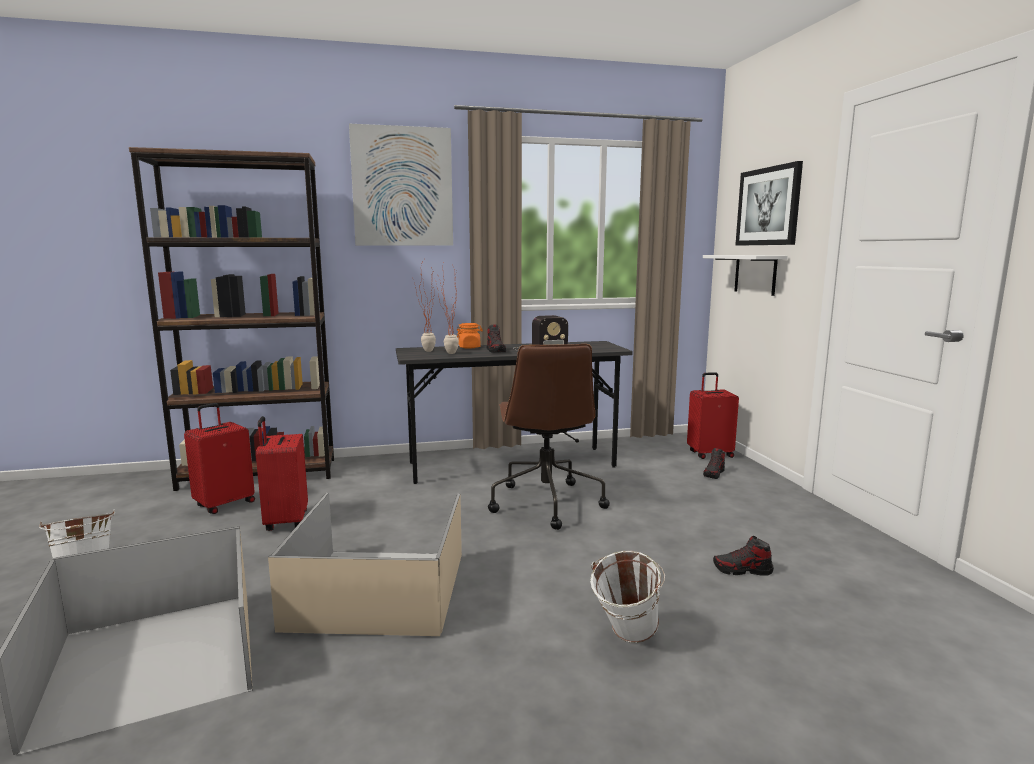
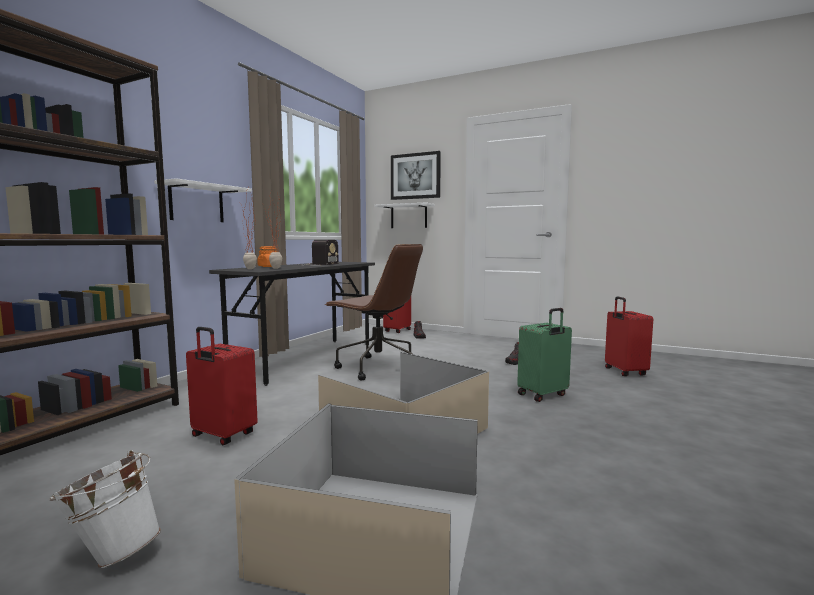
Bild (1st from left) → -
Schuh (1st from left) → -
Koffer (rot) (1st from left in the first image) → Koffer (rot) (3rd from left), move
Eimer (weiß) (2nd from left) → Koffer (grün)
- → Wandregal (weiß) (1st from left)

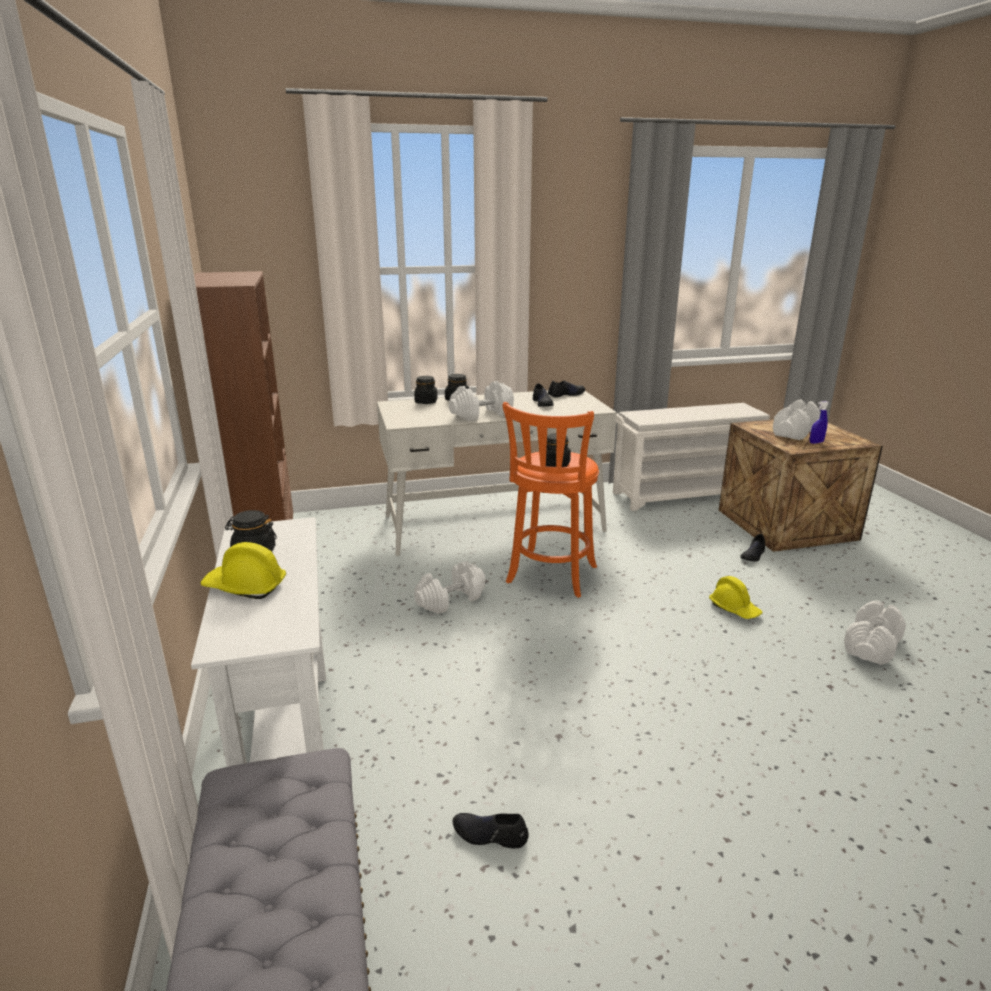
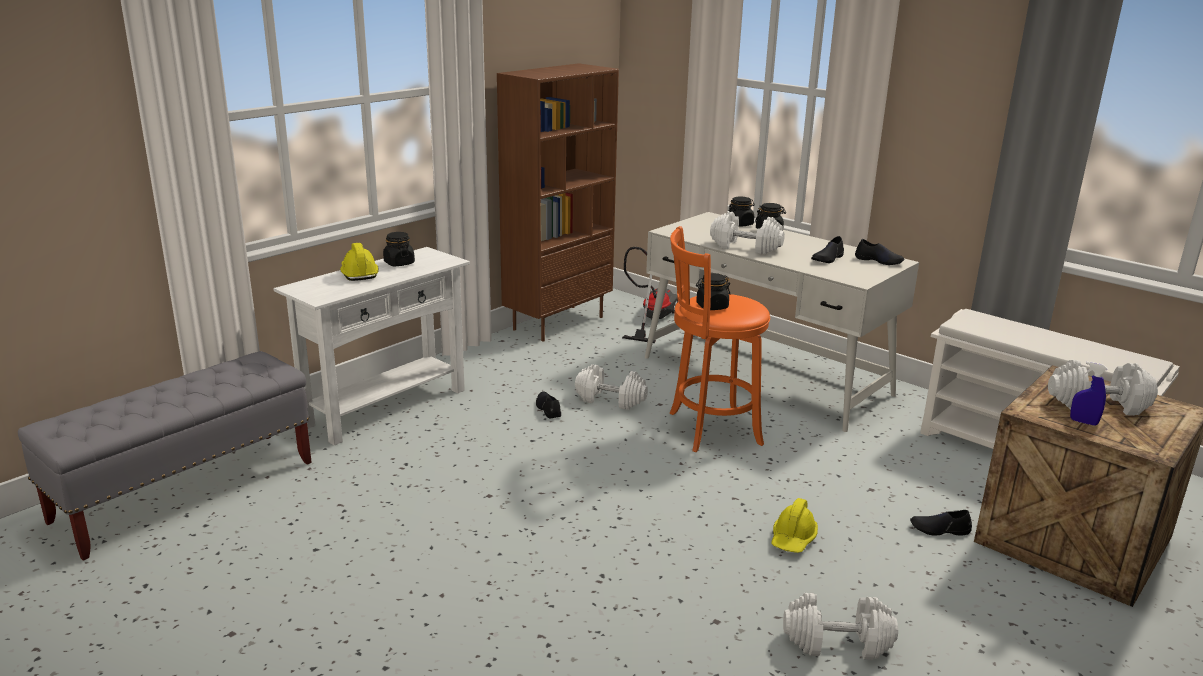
Schuh (schwarz) (1st from left), move
- → Staubsauger

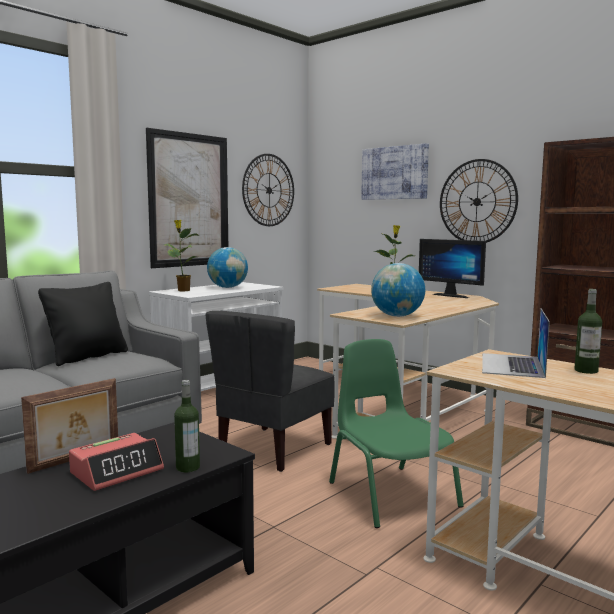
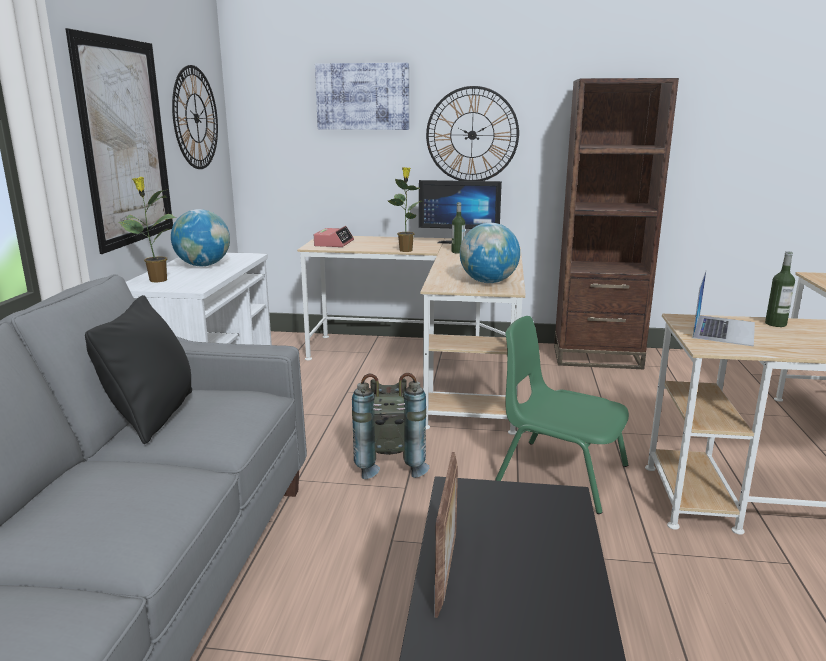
Laptop, 135 degrees counterclockwise
Stuhl (grau) → Rucksack (grau)
Flasche (1st from left), move
Wecker, move

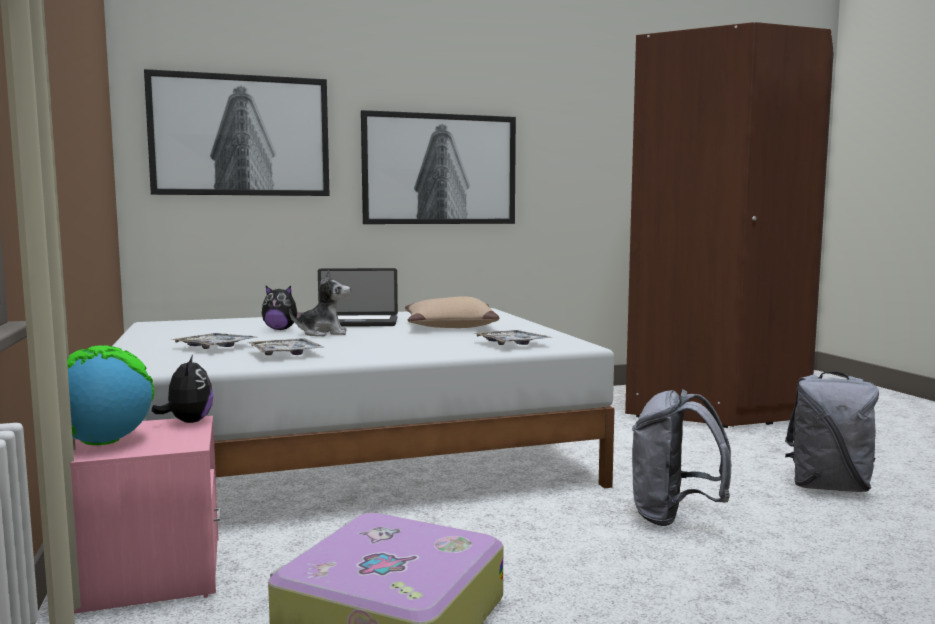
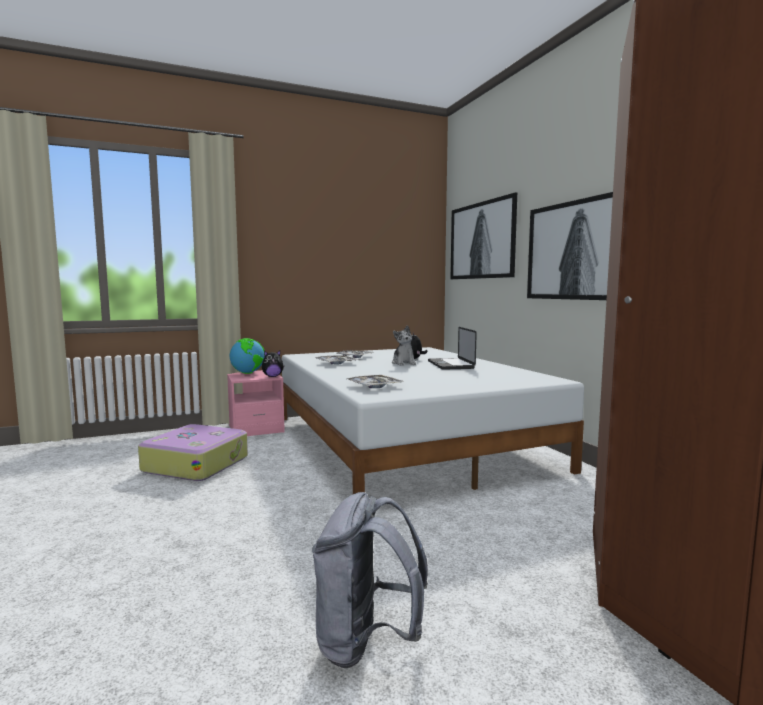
Kissen (beige) → -
Rucksack (grau) (1st from left) → -

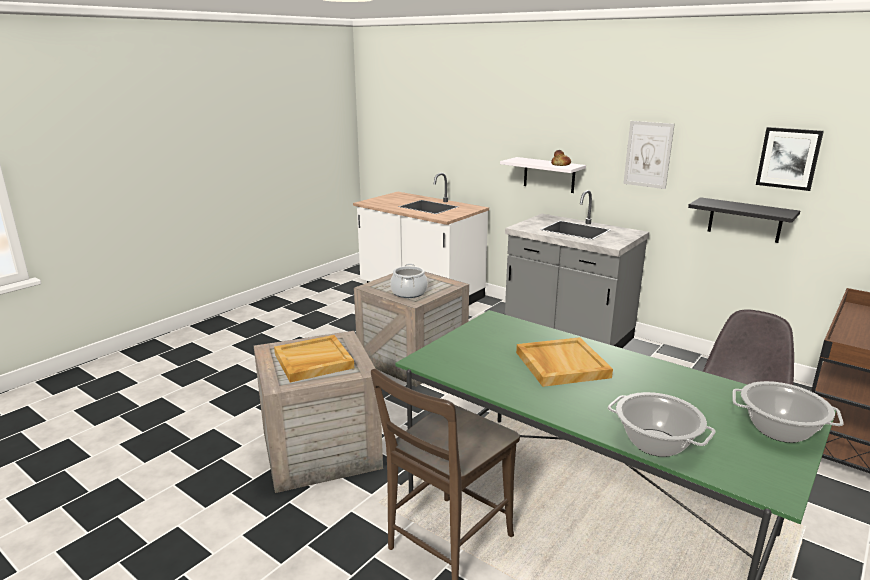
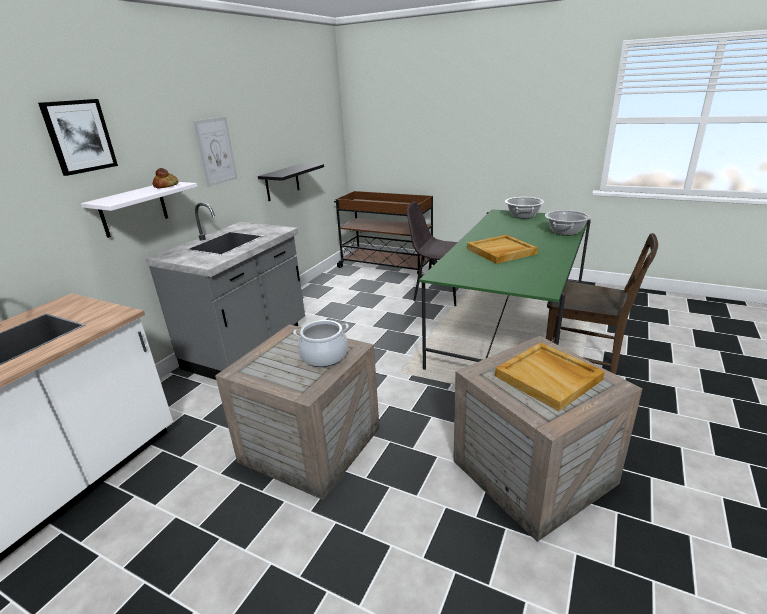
Bild (2nd from left in the first image) → Bild (1st from left), move

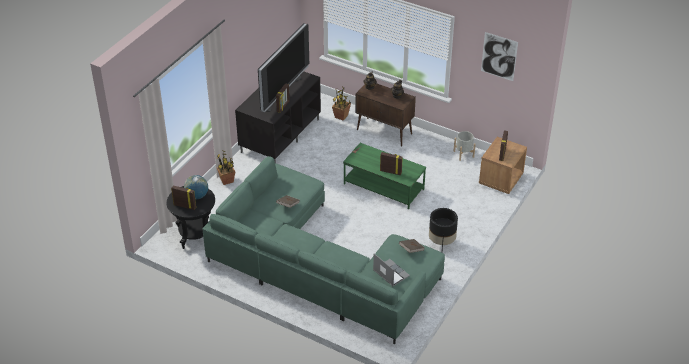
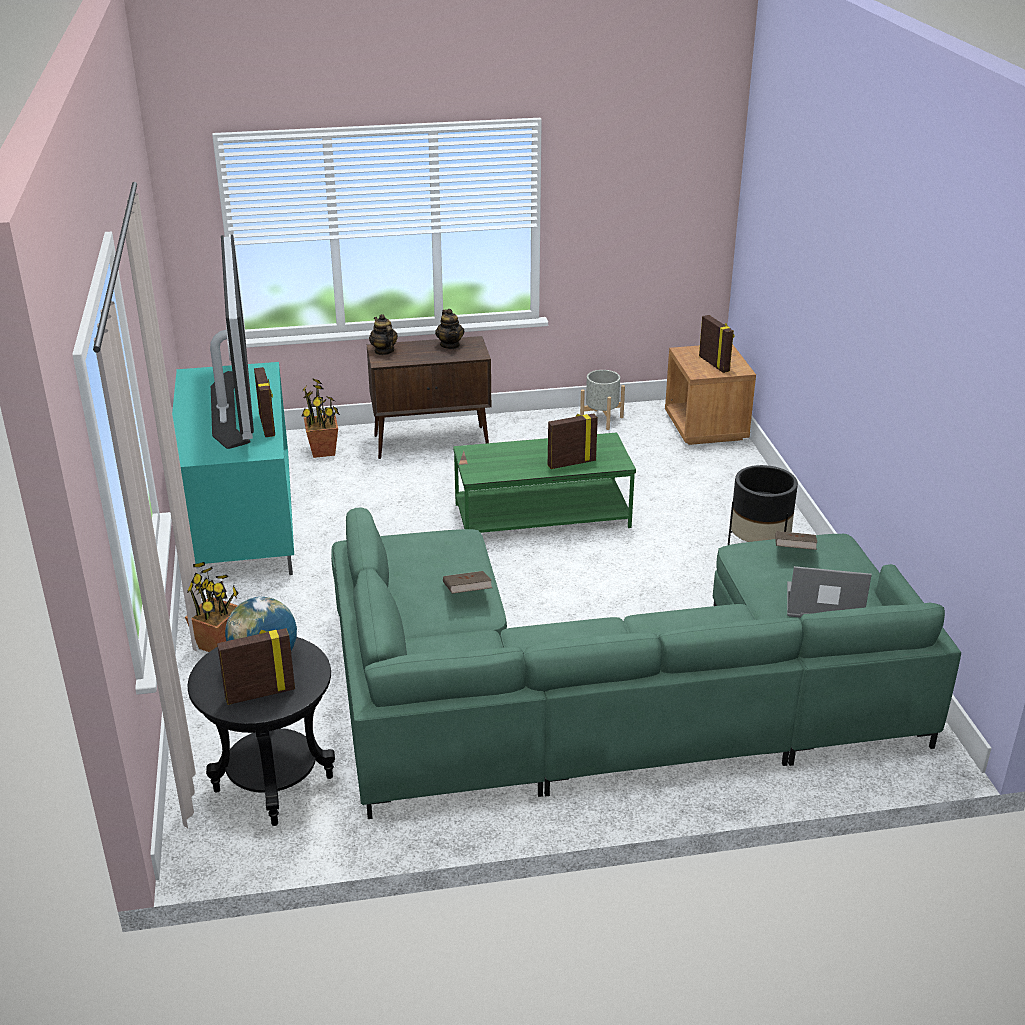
Bild → -
Fernsehschrank (schwarz) → Fernsehschrank (türkis)

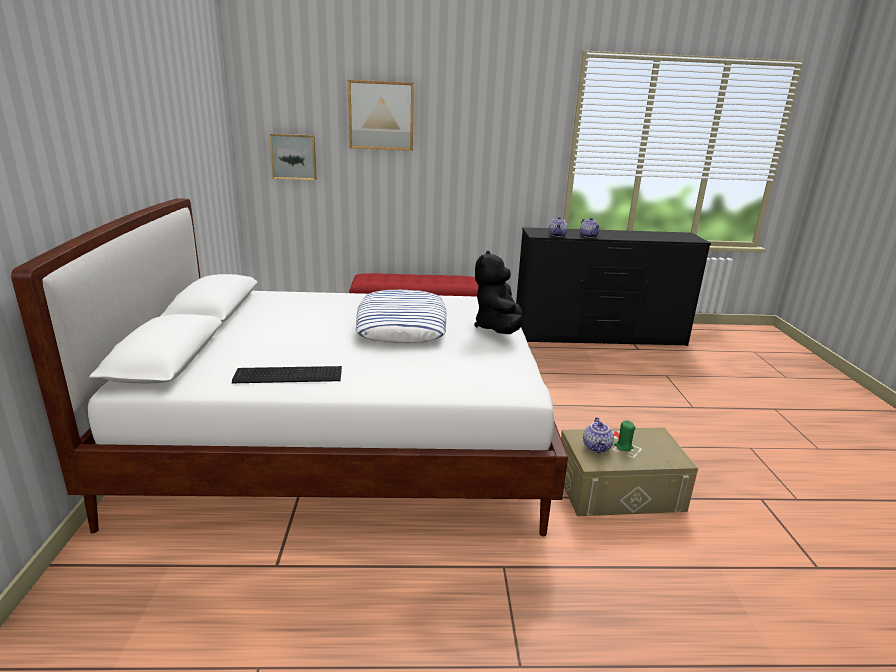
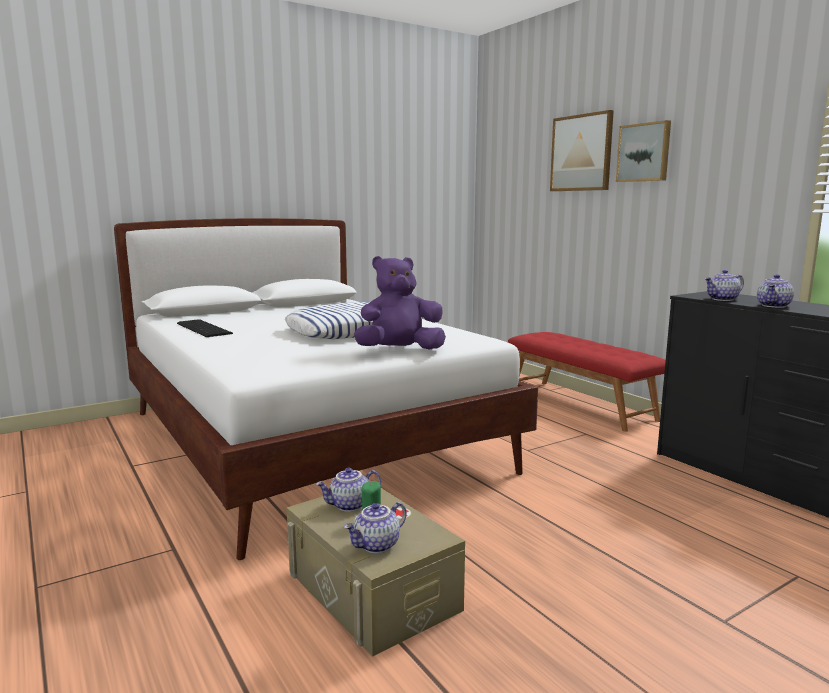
Bild (1st from left in the first image) → Bild (2nd from left), move
Plüschtier (schwarz) → Plüschtier (lila)
- → Teekanne (2nd from left)

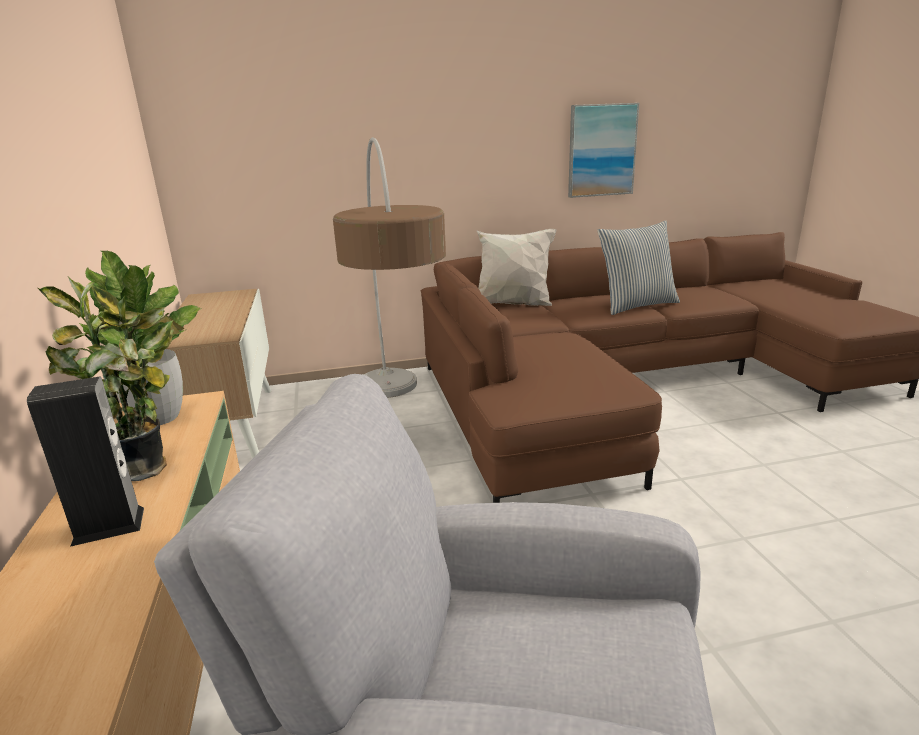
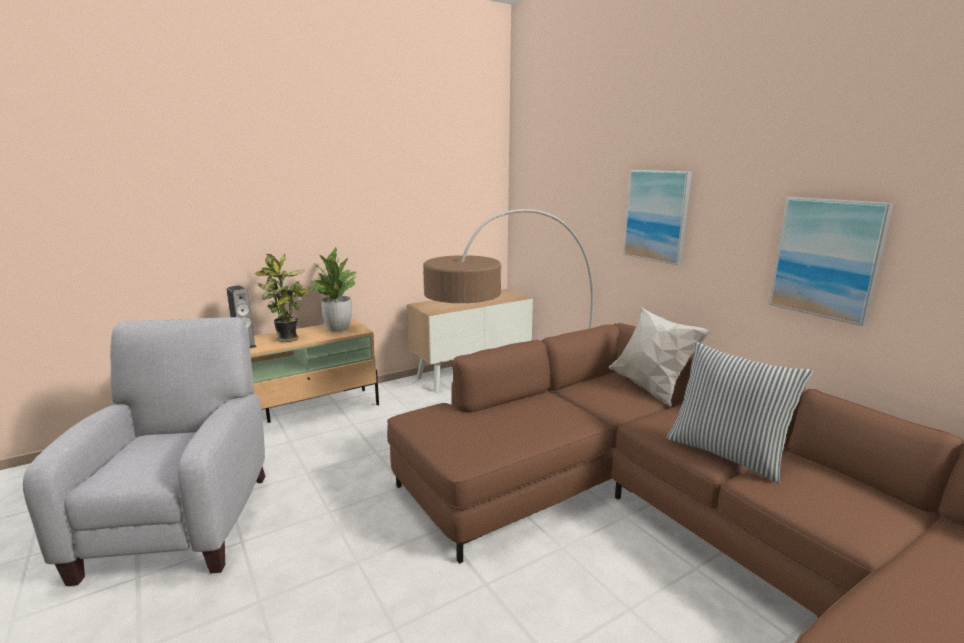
- → Bild (1st from left)

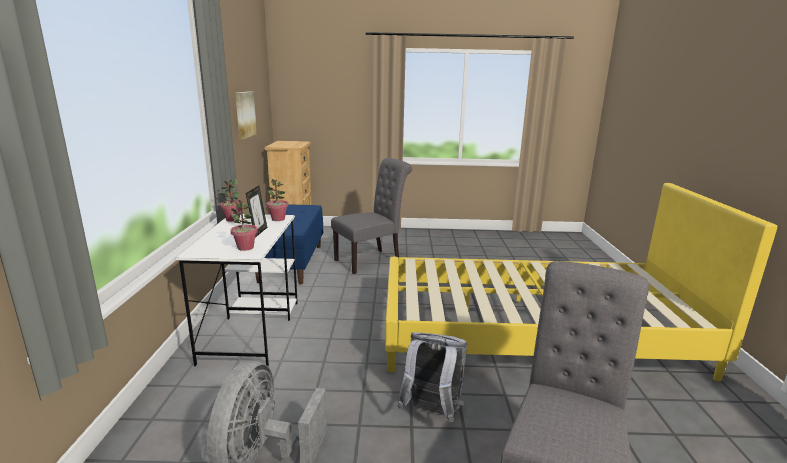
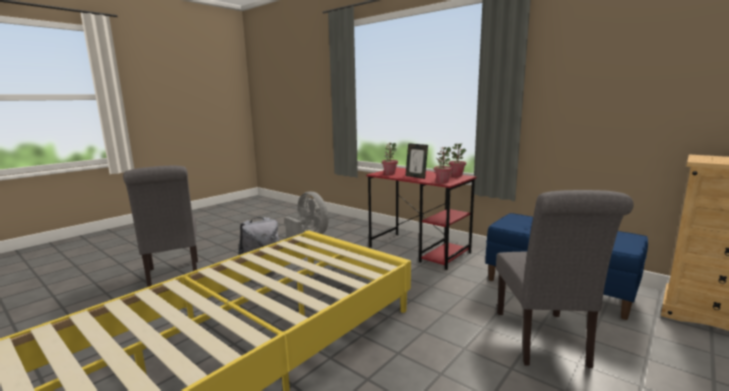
Bild → -
Schreibtisch (weiß) → Schreibtisch (rot)

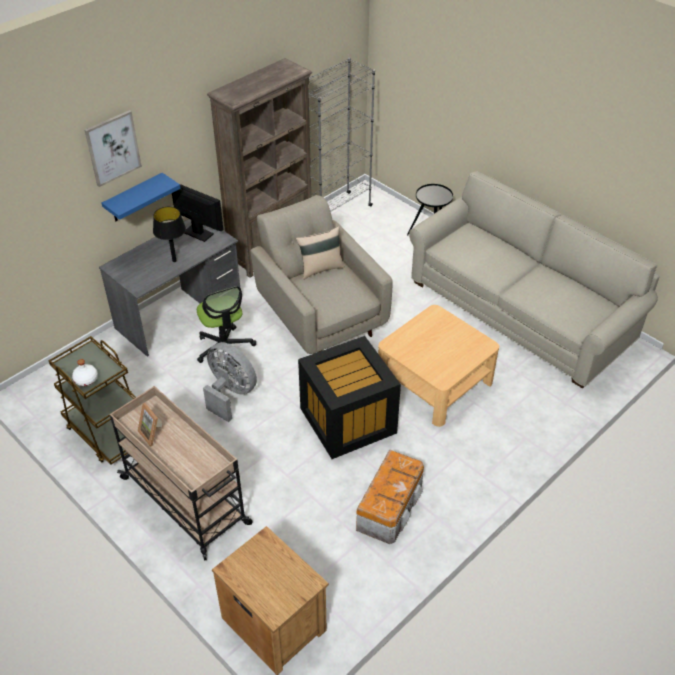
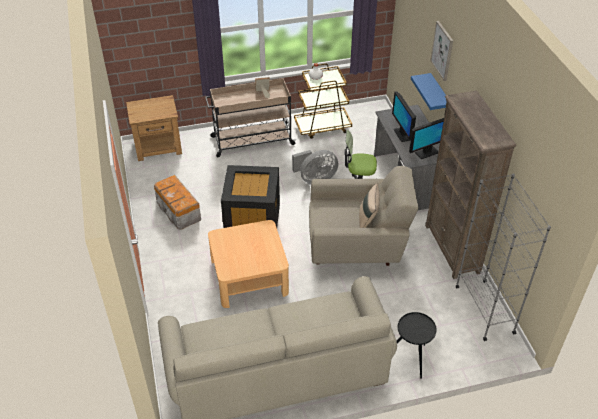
Tischlampe (schwarz) → Monitor (1st from left)

